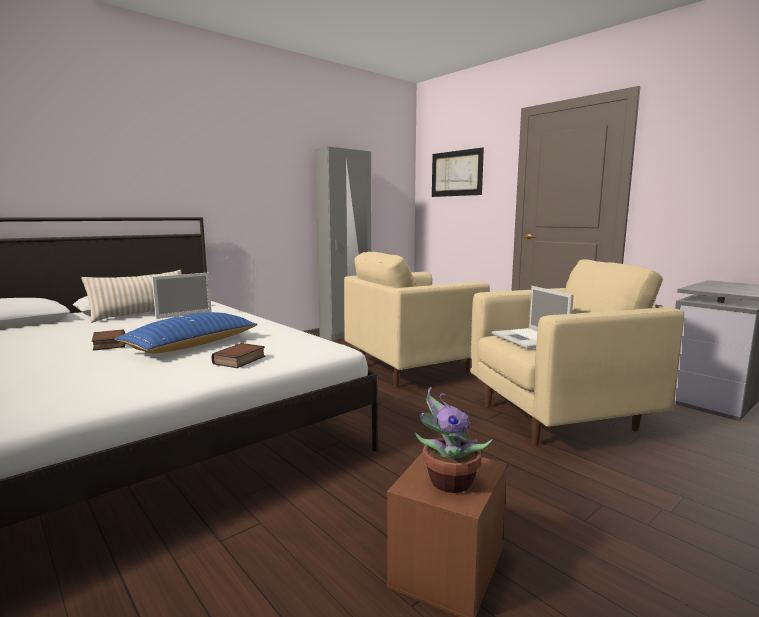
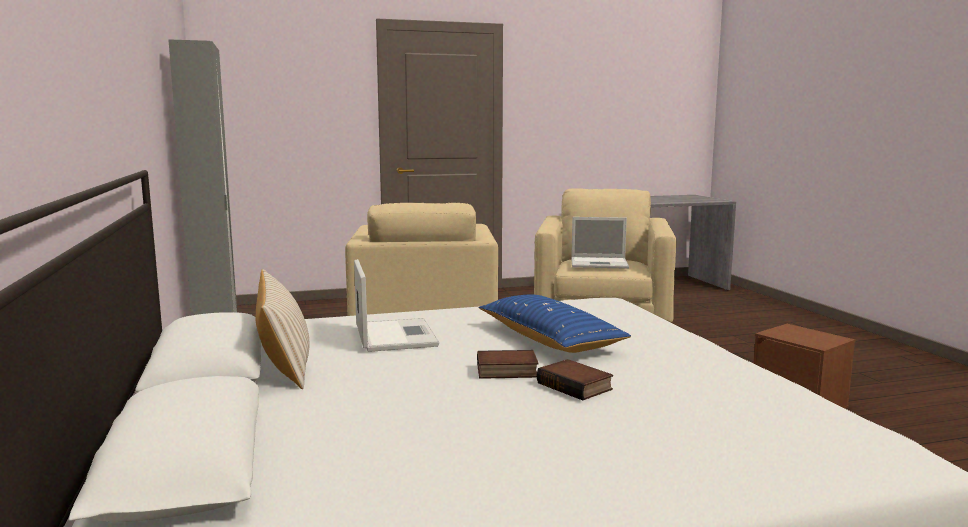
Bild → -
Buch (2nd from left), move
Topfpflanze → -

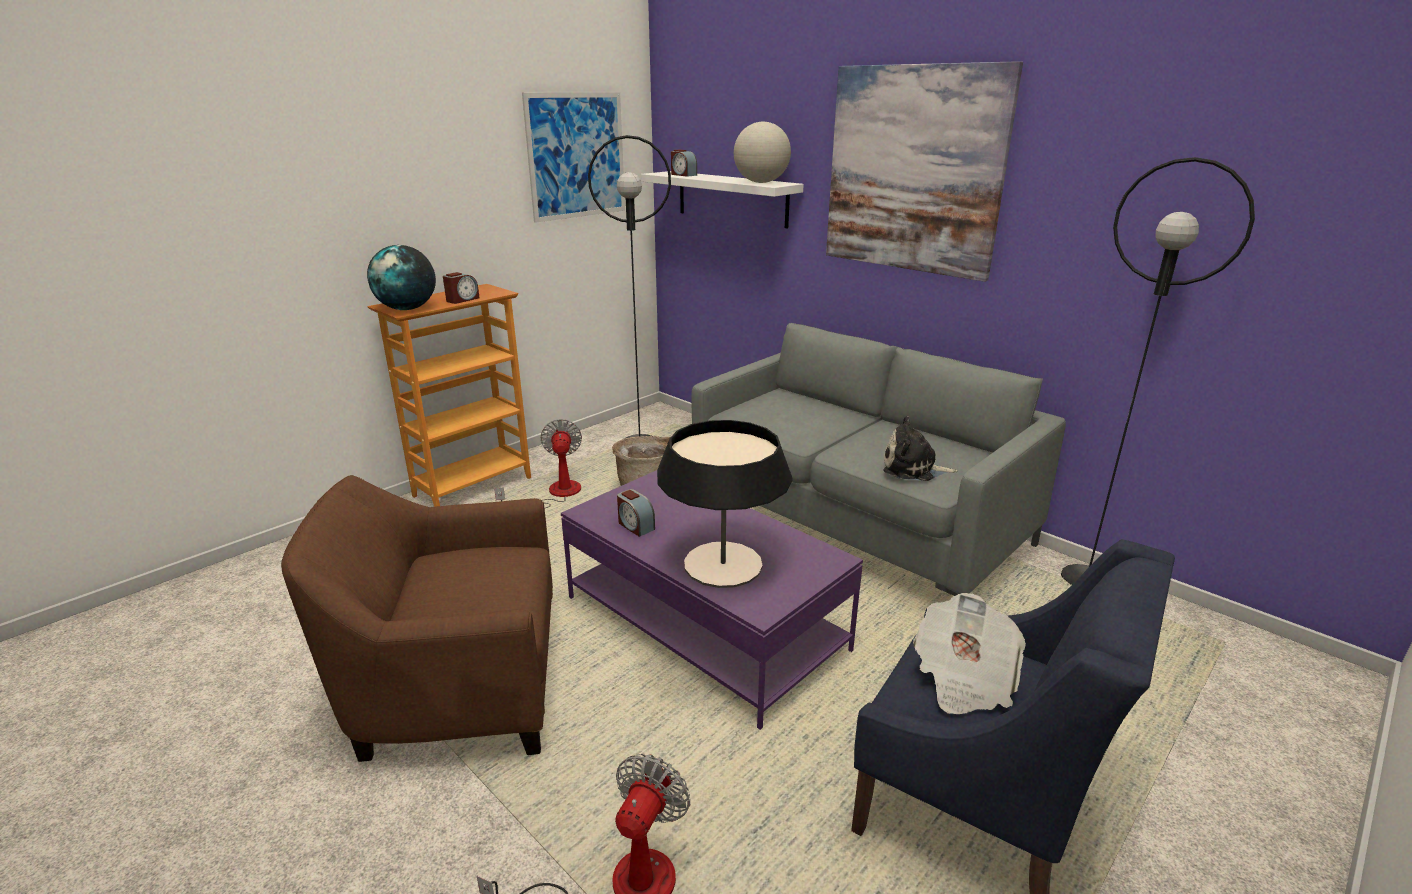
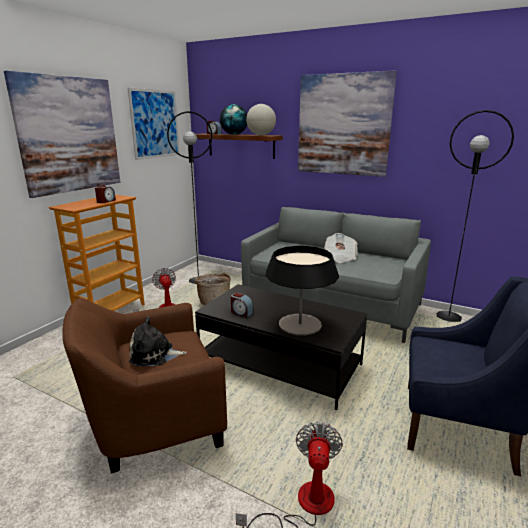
Wandregal (weiß) → Wandregal (braun)
Globus (1st from left), move
Plüschtier, move
Couchtisch (lila) → Couchtisch (schwarz)
Zeitung, move
- → Bild (1st from left)

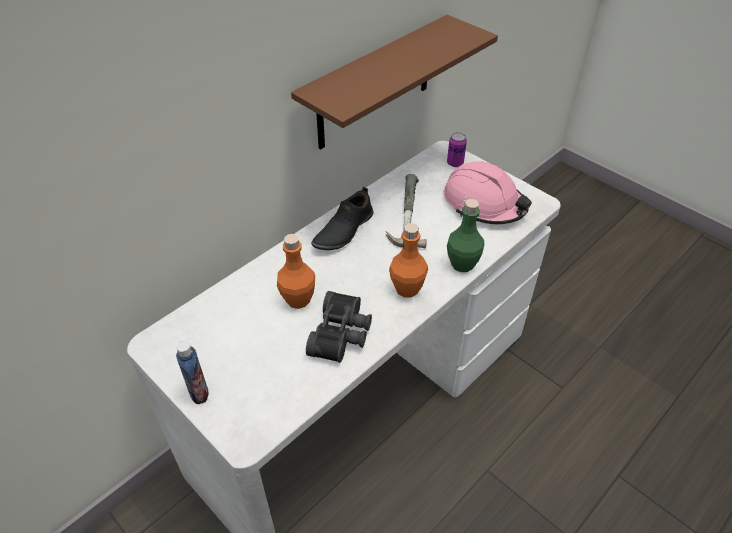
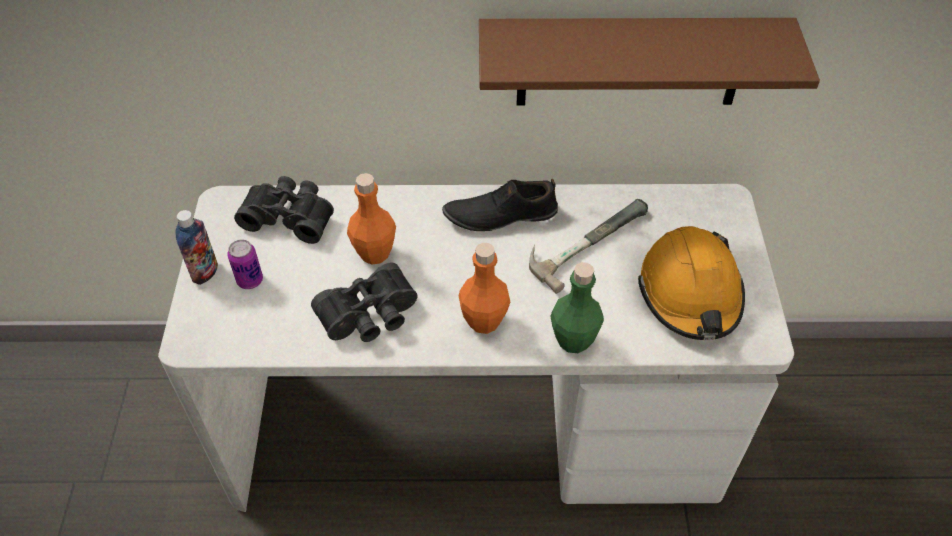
Dose, move
Schutzhelm (rosa) → Schutzhelm (orange)
- → Fernglas (schwarz) (1st from left)

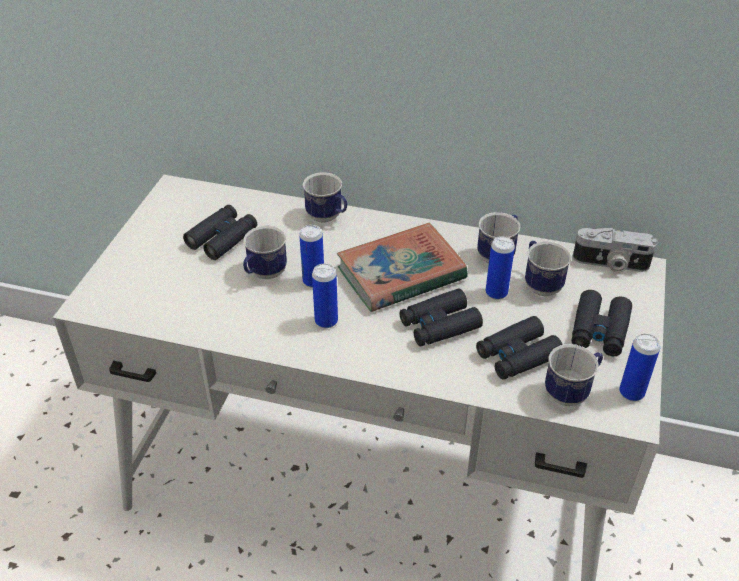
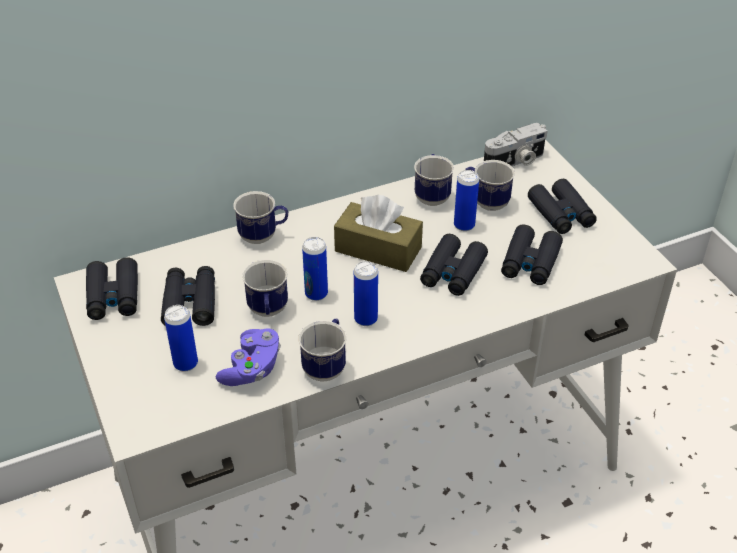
Buch → Taschentuchbox (braun)
Dose (4th from left in the first image) → Dose (1st from left), move
Henkelbecher (5th from left in the first image) → Henkelbecher (3rd from left), move
- → Fernglas (schwarz) (1st from left)
- → Gamepad (lila)

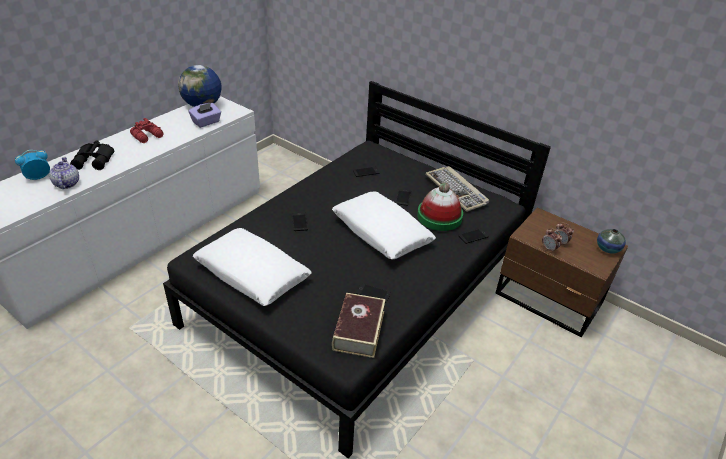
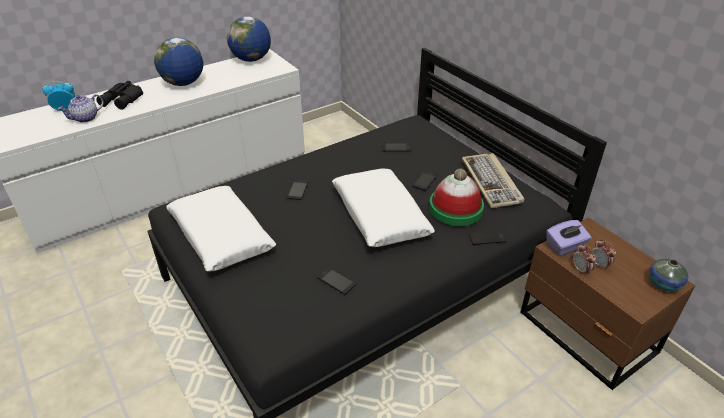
Taschentuchbox (lila), move
Fernglas (rot) → Globus (1st from left)
Teekanne, 135 degrees counterclockwise
Buch → -

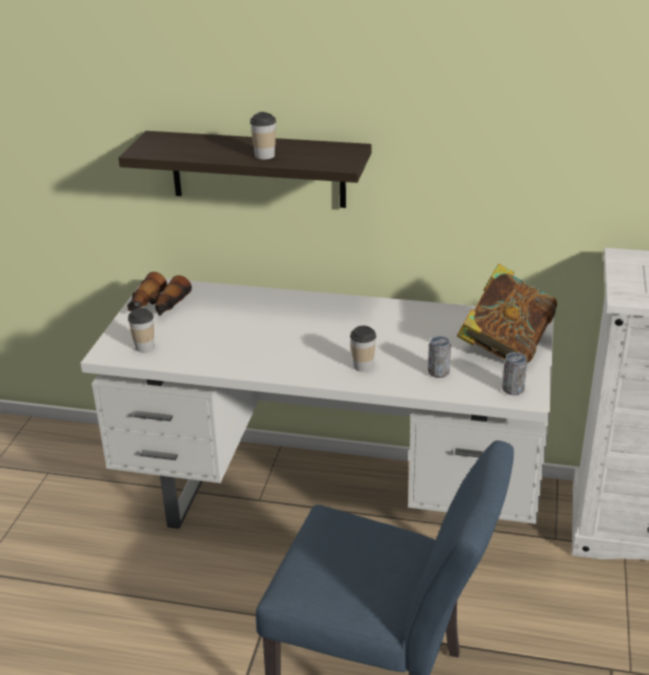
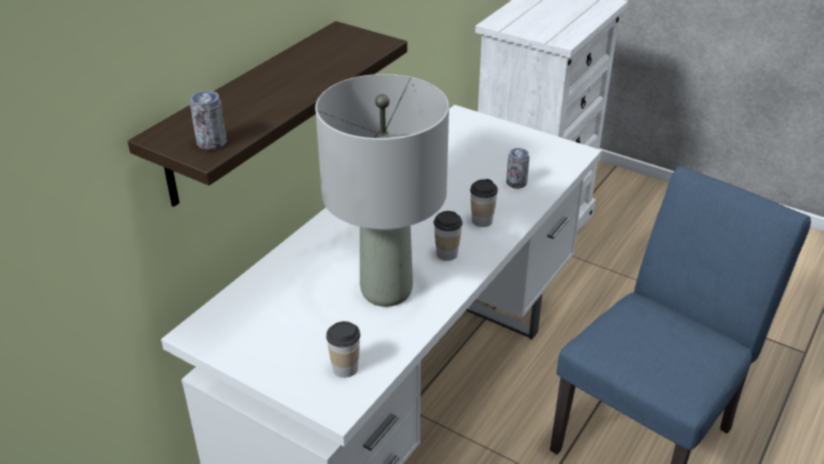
Tasse (2nd from left), move
Buch → -
Fernglas → -
Dose (2nd from left in the first image) → Dose (1st from left), move
- → Tischlampe (grau)

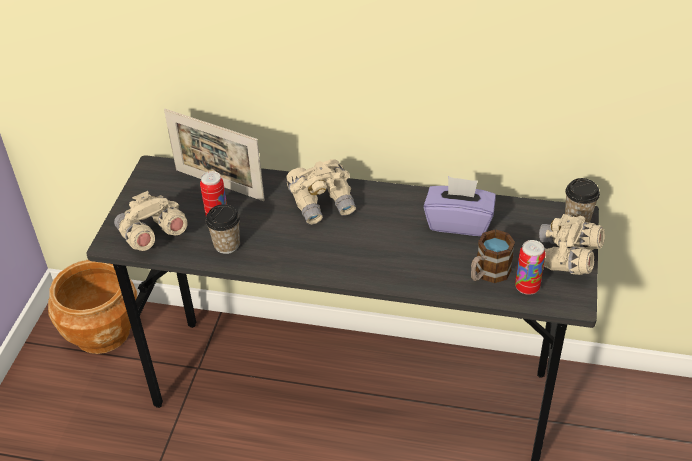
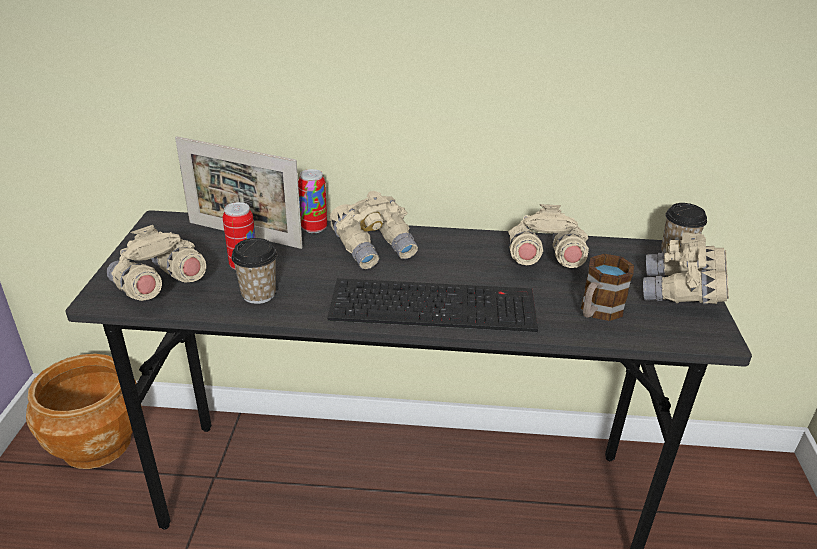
Taschentuchbox (lila) → Fernglas (beige) (3rd from left)
Dose (2nd from left), move
- → Tastatur

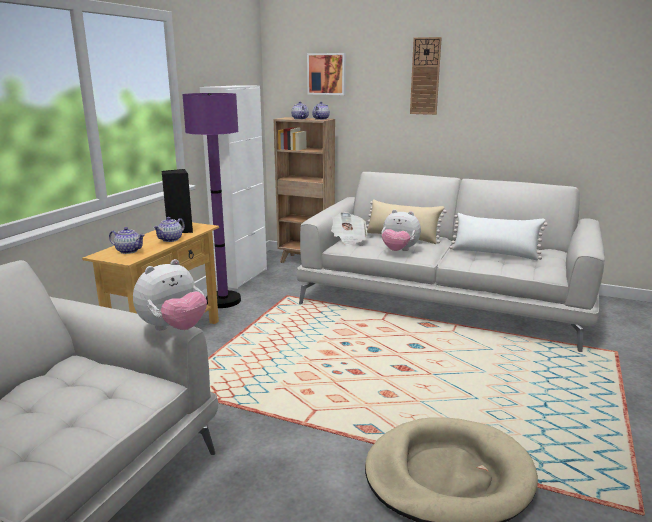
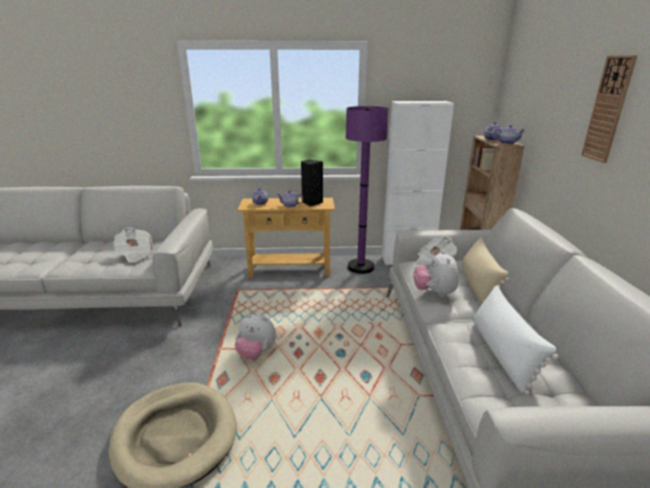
Bild → -
Plüschtier (1st from left), move
- → Zeitung (1st from left)

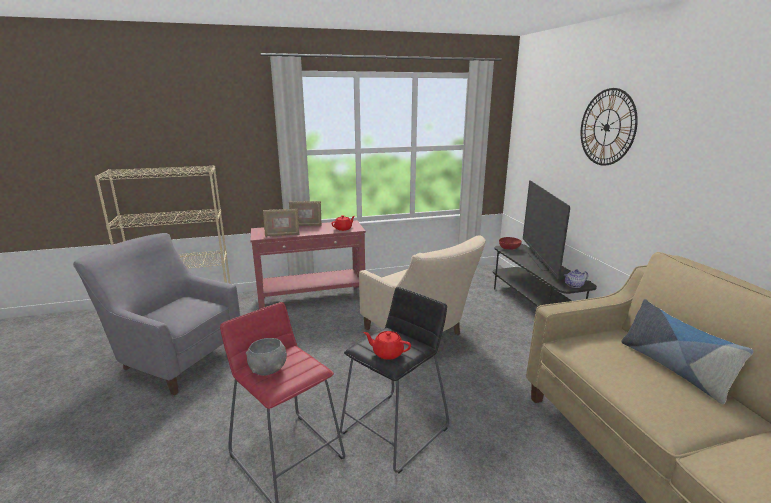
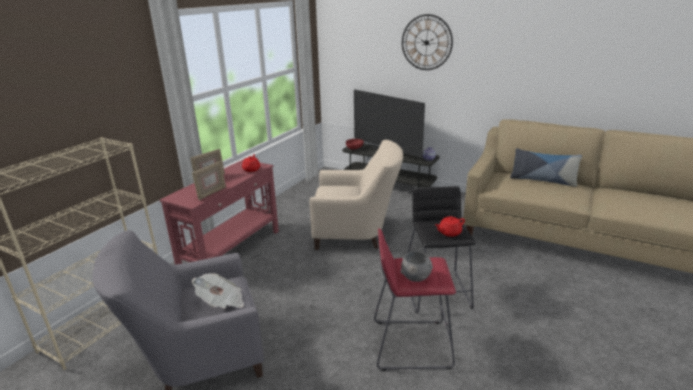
- → Zeitung

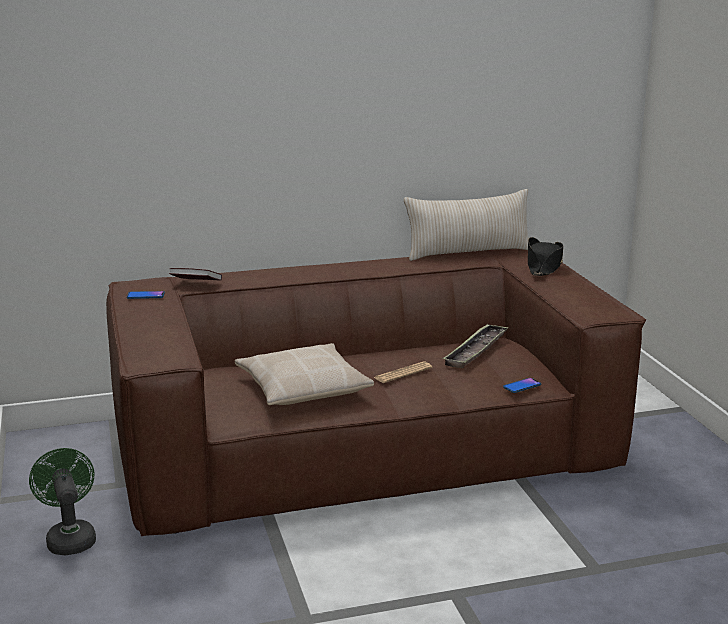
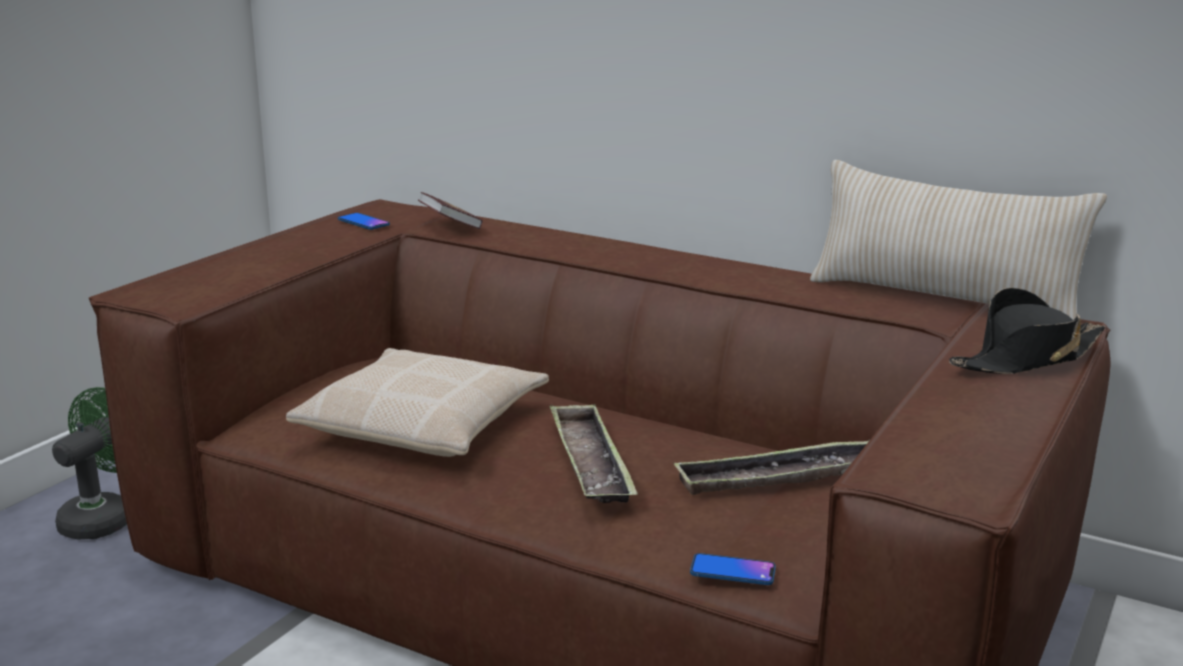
Zeitung → Tablett (1st from left)

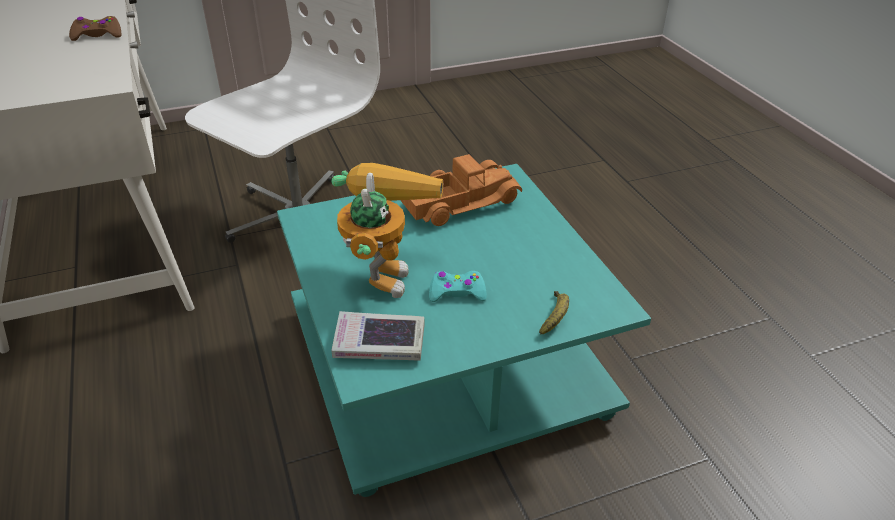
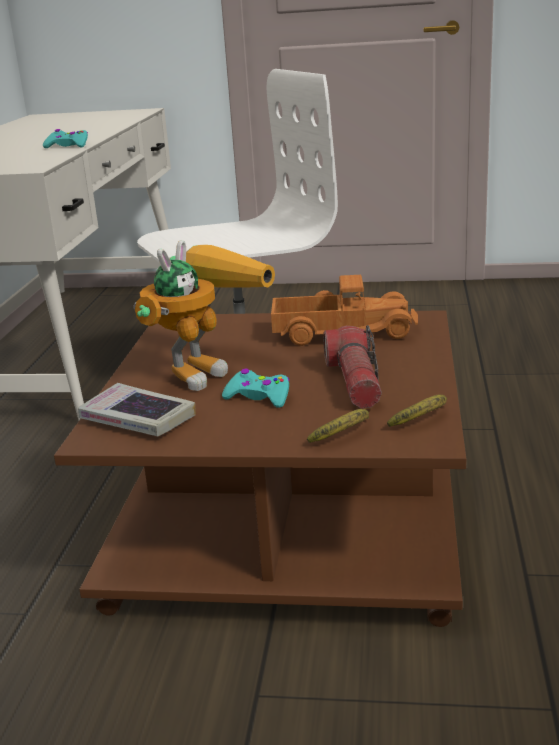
Gamepad (braun) → Gamepad (türkis) (1st from left)
Couchtisch (türkis) → Couchtisch (braun)
- → Taschenlampe
- → Banane (2nd from left)

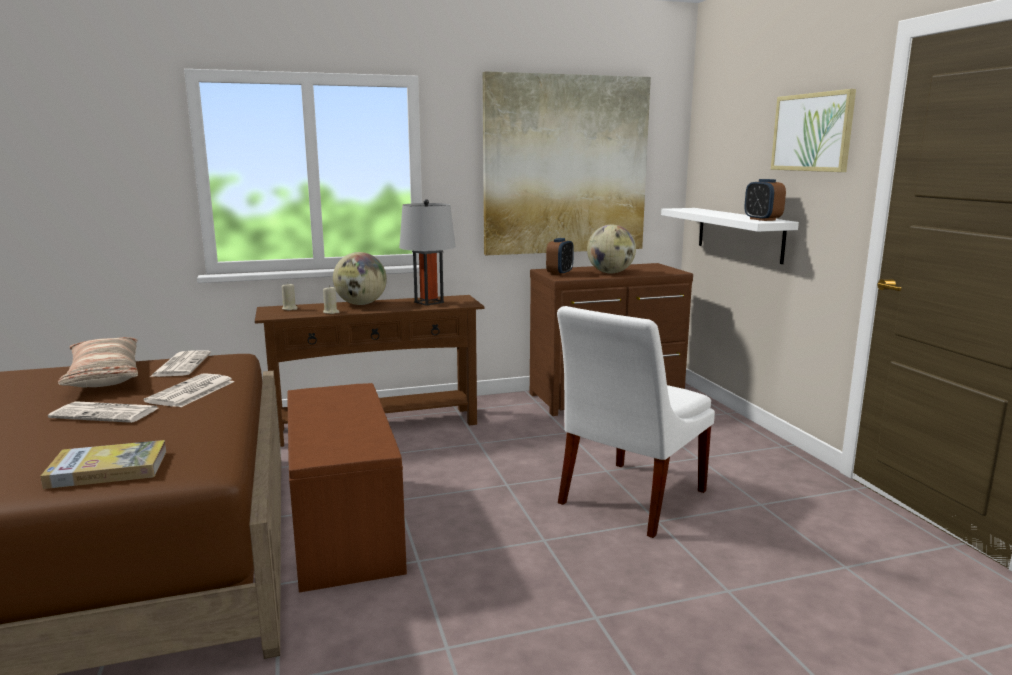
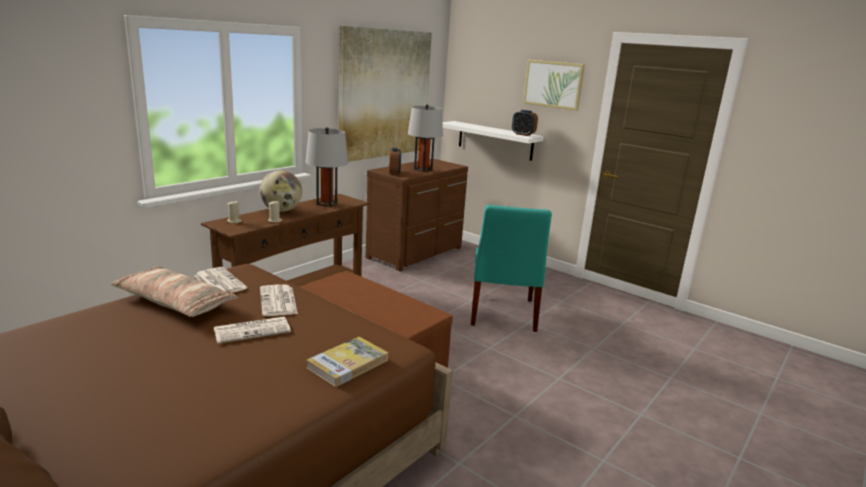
Globus (2nd from left) → Tischlampe (grau) (2nd from left)
Stuhl (weiß) → Stuhl (türkis)

